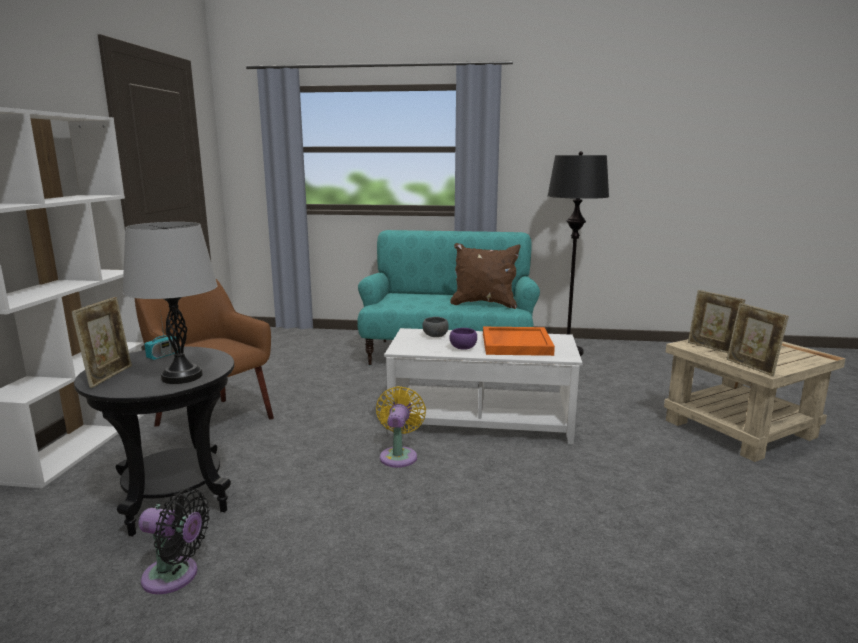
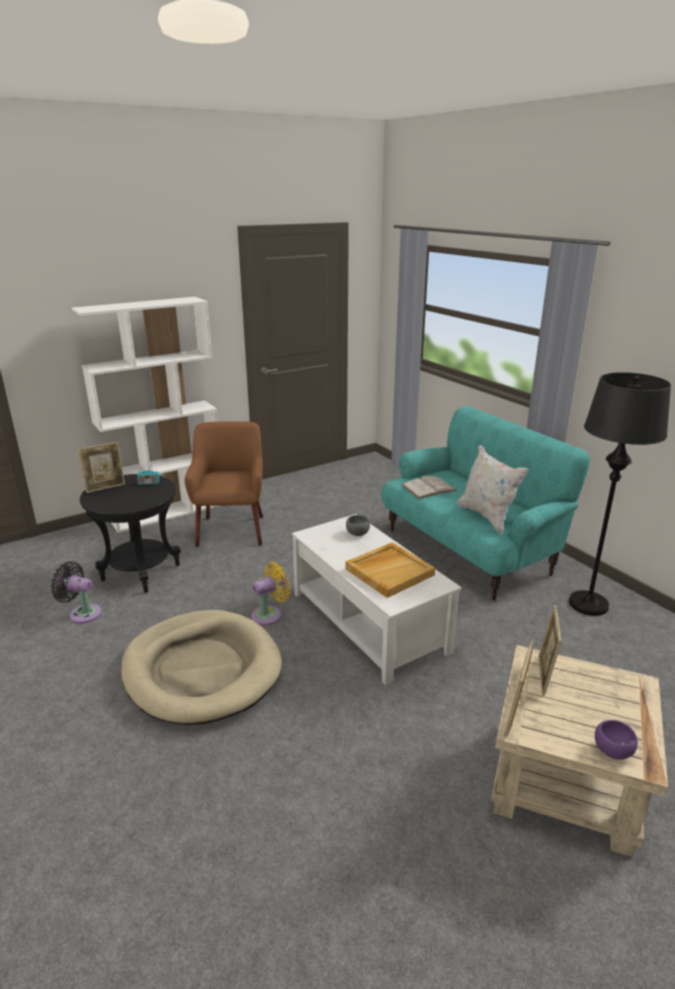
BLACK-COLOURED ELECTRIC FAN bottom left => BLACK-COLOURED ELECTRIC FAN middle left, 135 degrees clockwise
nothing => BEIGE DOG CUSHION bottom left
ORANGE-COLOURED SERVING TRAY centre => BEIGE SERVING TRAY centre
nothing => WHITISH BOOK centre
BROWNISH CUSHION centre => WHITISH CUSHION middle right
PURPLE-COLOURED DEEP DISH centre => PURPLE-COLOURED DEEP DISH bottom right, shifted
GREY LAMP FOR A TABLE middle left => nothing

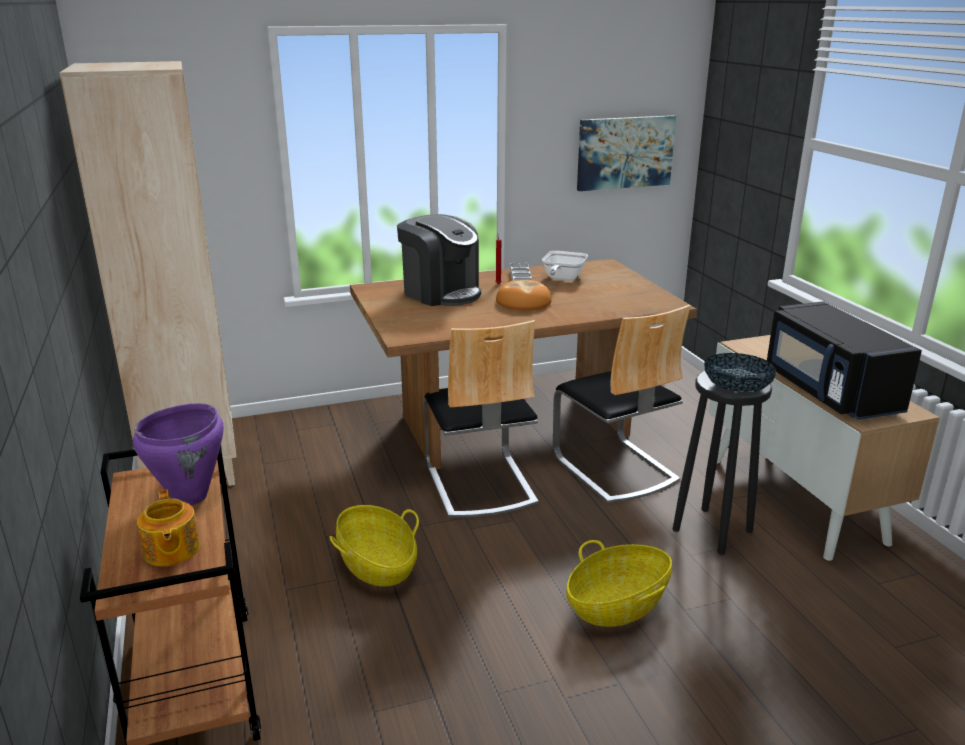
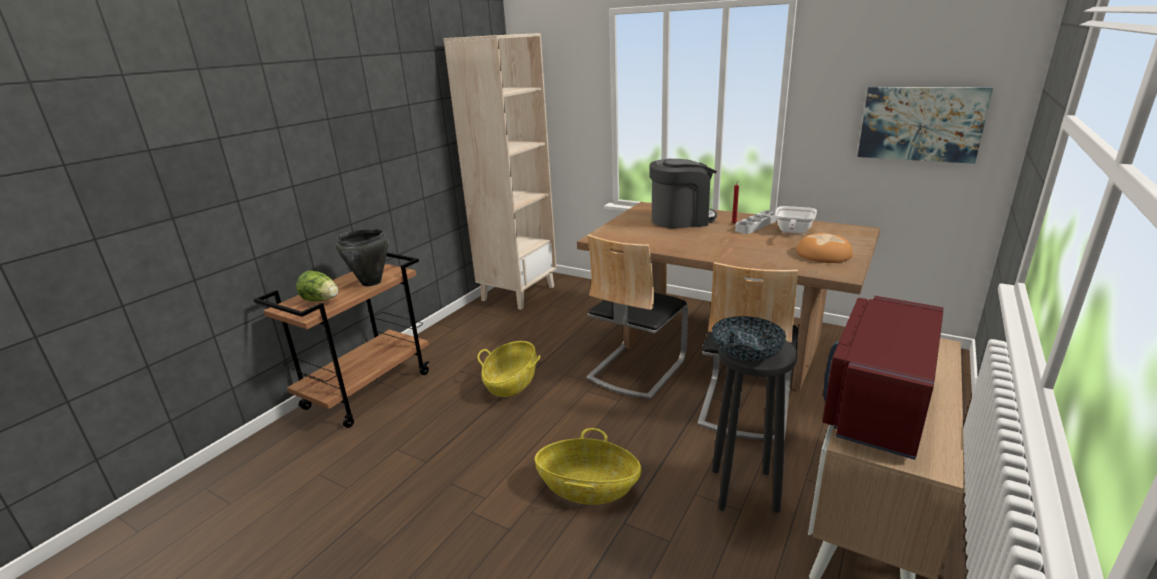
TEA POT bottom left => HEAD OF LETTUCE middle left
PURPLE-COLOURED SAUCEPOT middle left => BLACK-COLOURED SAUCEPOT middle left
COFFEE MACHINE centre, 105 degrees counterclockwise
SKILLET centre => SKILLET middle right, 45 degrees counterclockwise
BAKERY BREAD centre => BAKERY BREAD middle right, shifted
BLACK-COLOURED MICROWAVE middle right => REDDISH MICROWAVE middle right

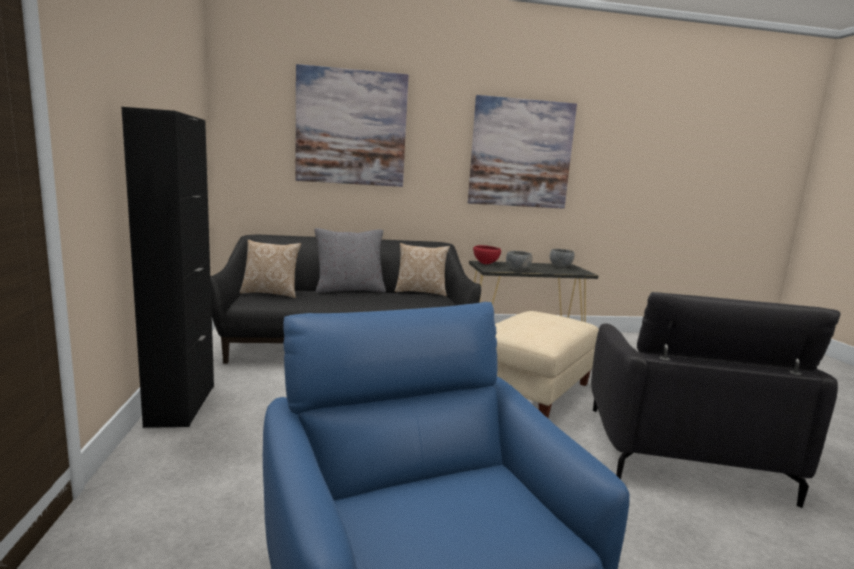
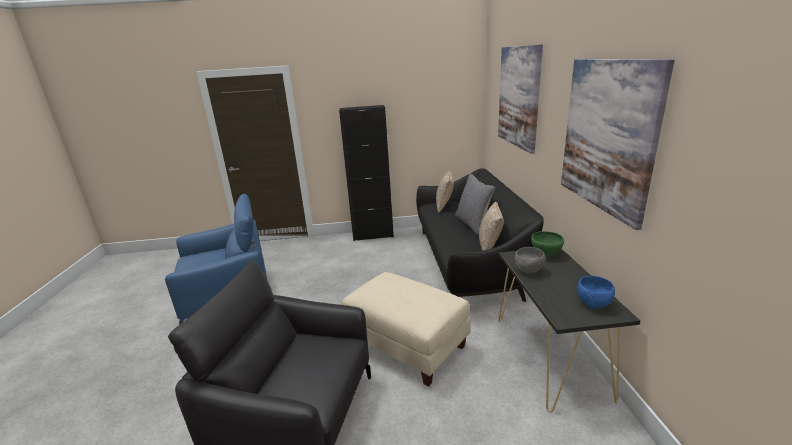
REDDISH DEEP DISH centre => GREENISH DEEP DISH middle right
GREY DEEP DISH (no. 2 from left) centre => BLUE-COLOURED DEEP DISH middle right

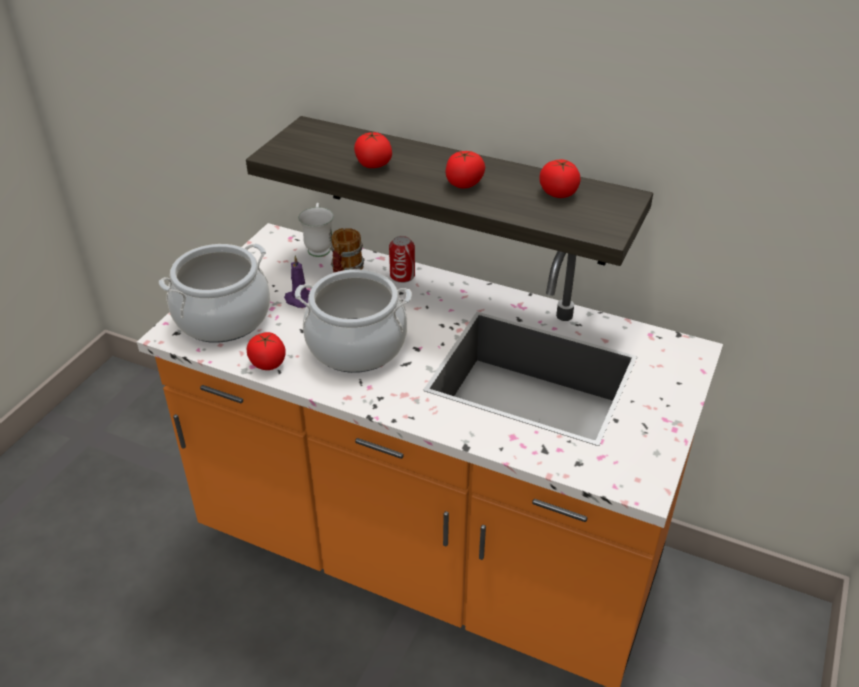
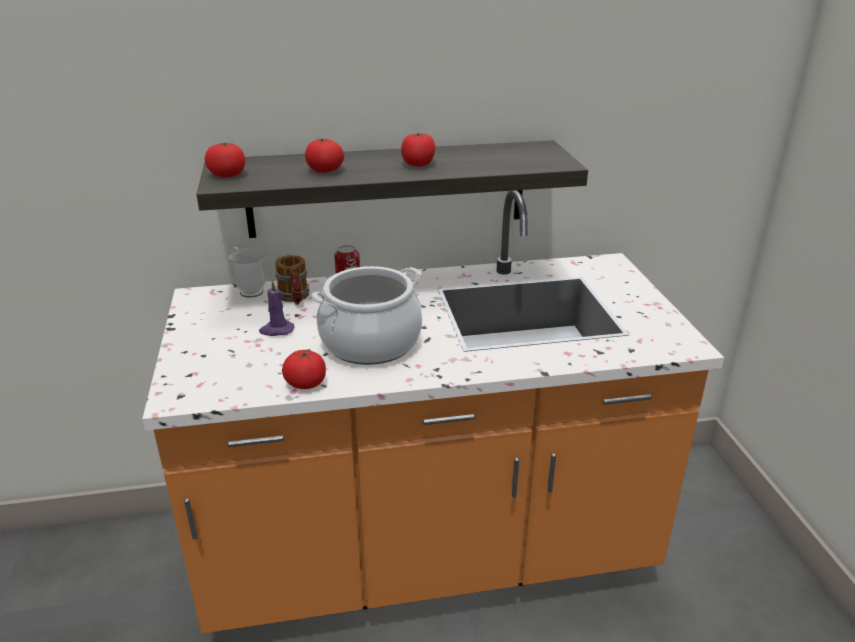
WHOLE TOMATO (no. 4 from left in the first image) top centre => WHOLE TOMATO (no. 1 from left) top left, shifted
SAUCEPOT (no. 1 from left) middle left => nothing

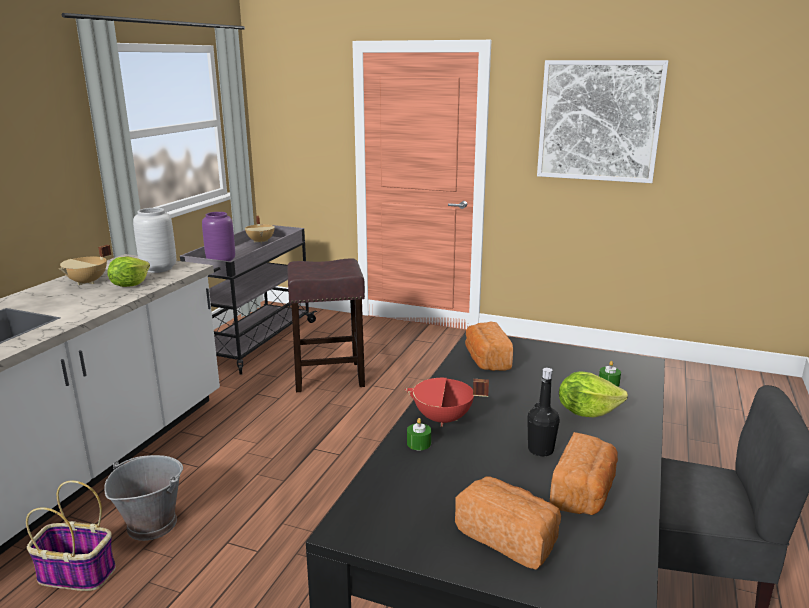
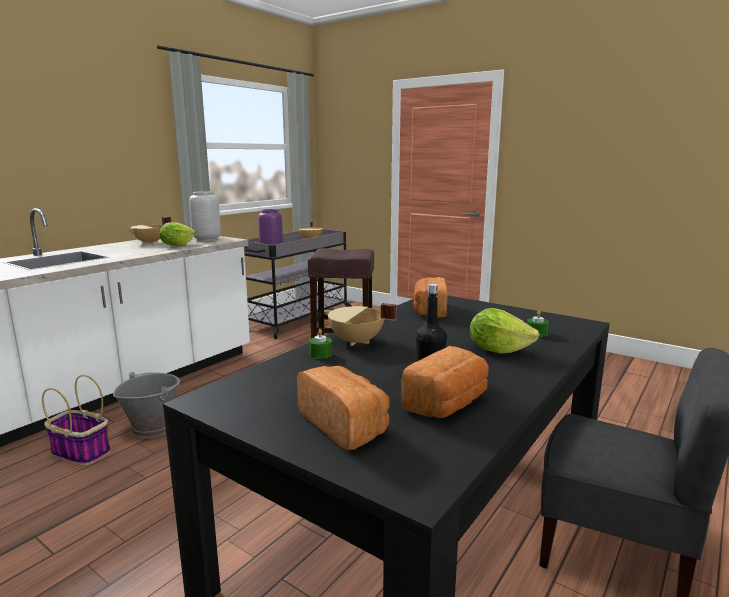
REDDISH SAUCEPOT centre => BEIGE SAUCEPOT (no. 3 from left) centre
WALL PICTURE top right => nothing

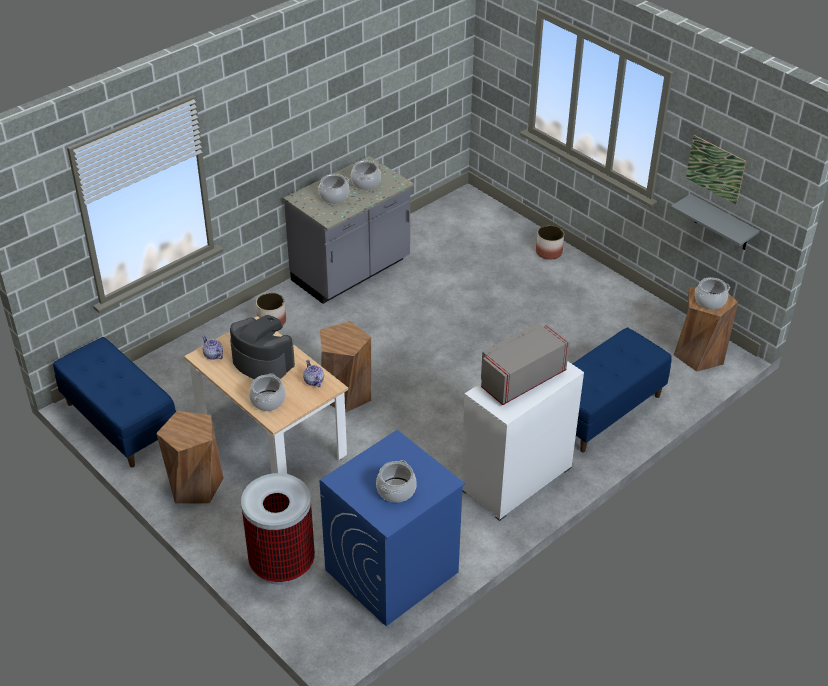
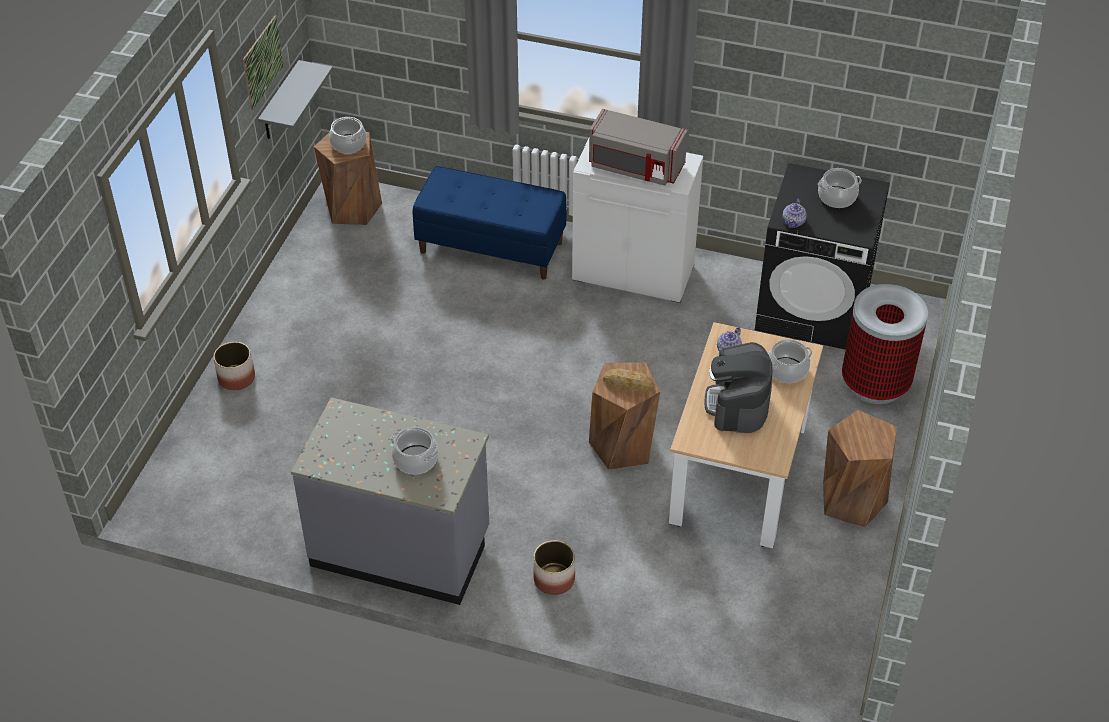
nothing => BAKERY BREAD centre
BLUE-COLOURED LAUNDRY MACHINE bottom centre => BLACK-COLOURED LAUNDRY MACHINE middle right
TEA POT (no. 1 from left in the first image) middle left => TEA POT (no. 2 from left) top right, shifted
BLUE-COLOURED INDOOR BENCH (no. 1 from left) middle left => nothing
SAUCEPOT (no. 3 from left) top centre => nothing

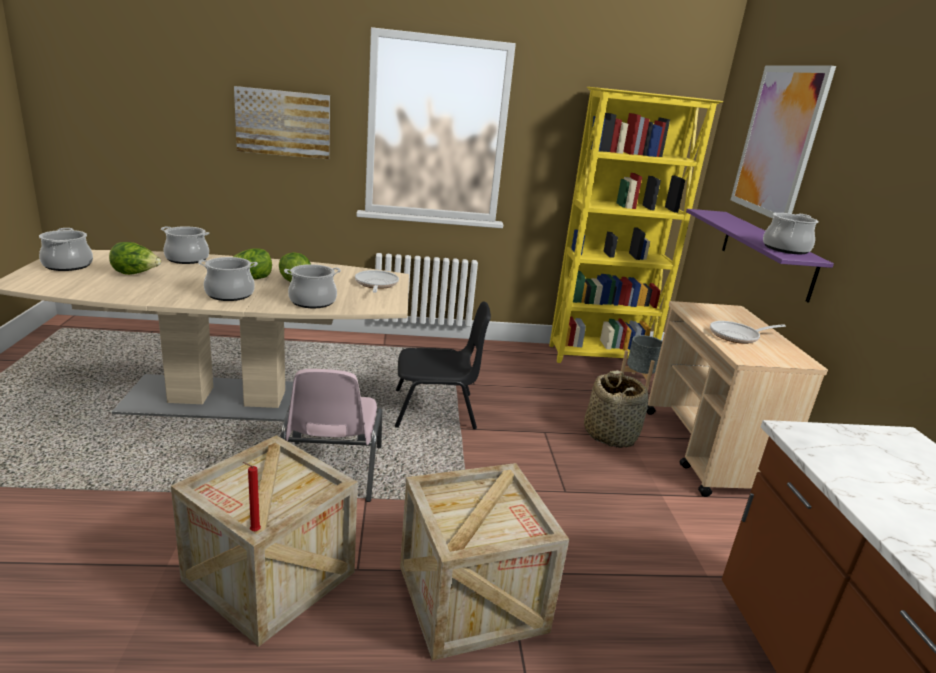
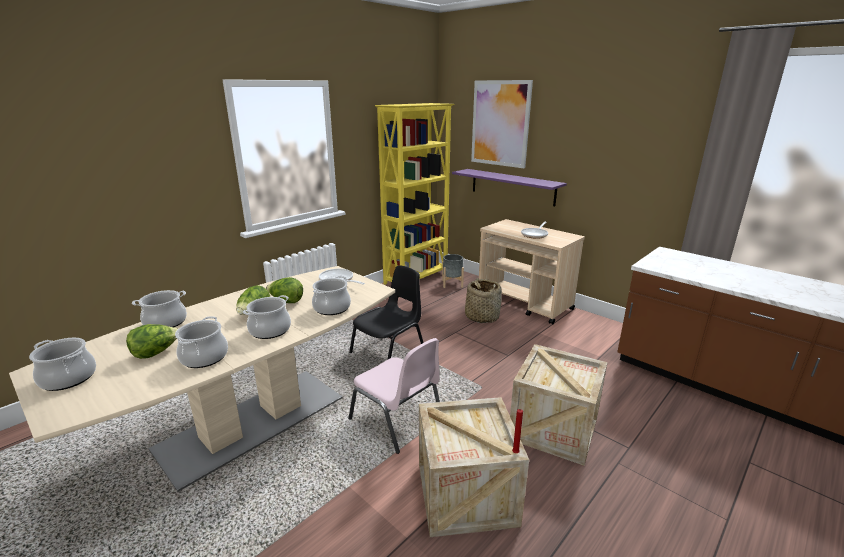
SAUCEPOT (no. 5 from left in the first image) middle right => SAUCEPOT (no. 3 from left) middle left, shifted
WALL PICTURE (no. 1 from left) top left => nothing

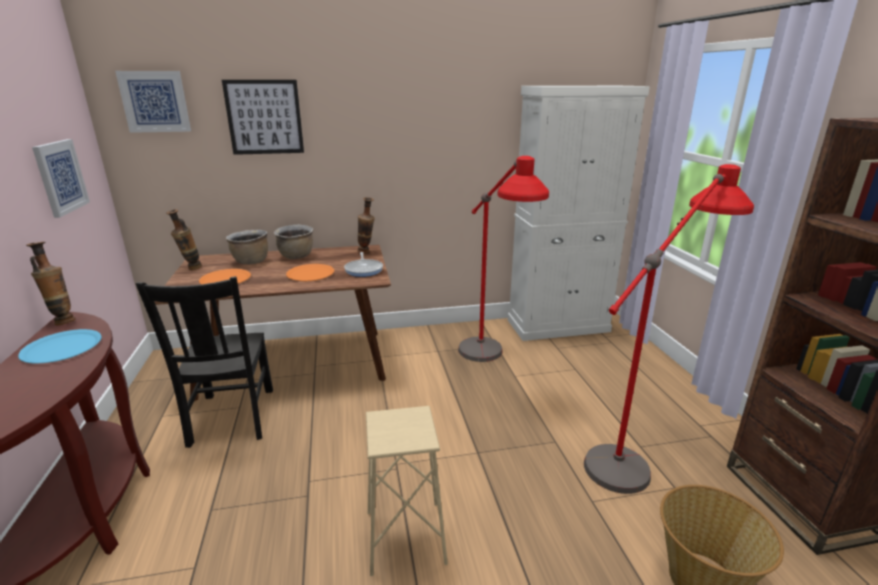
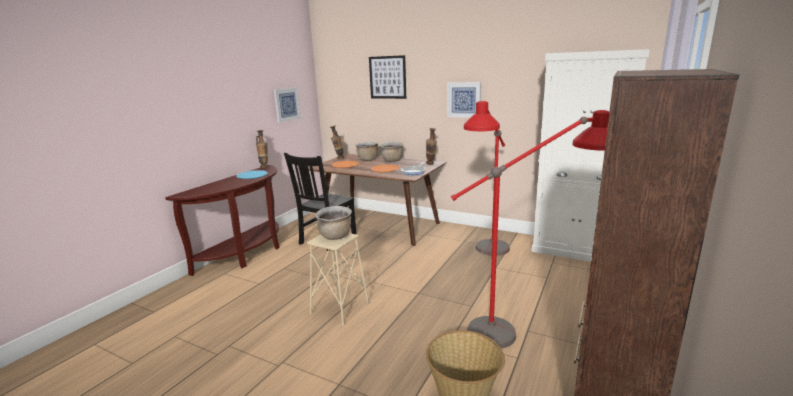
nothing => BROWNISH SAUCEPOT (no. 1 from left) centre
WALL PICTURE (no. 2 from left in the first image) top left => WALL PICTURE (no. 3 from left) top centre, shifted

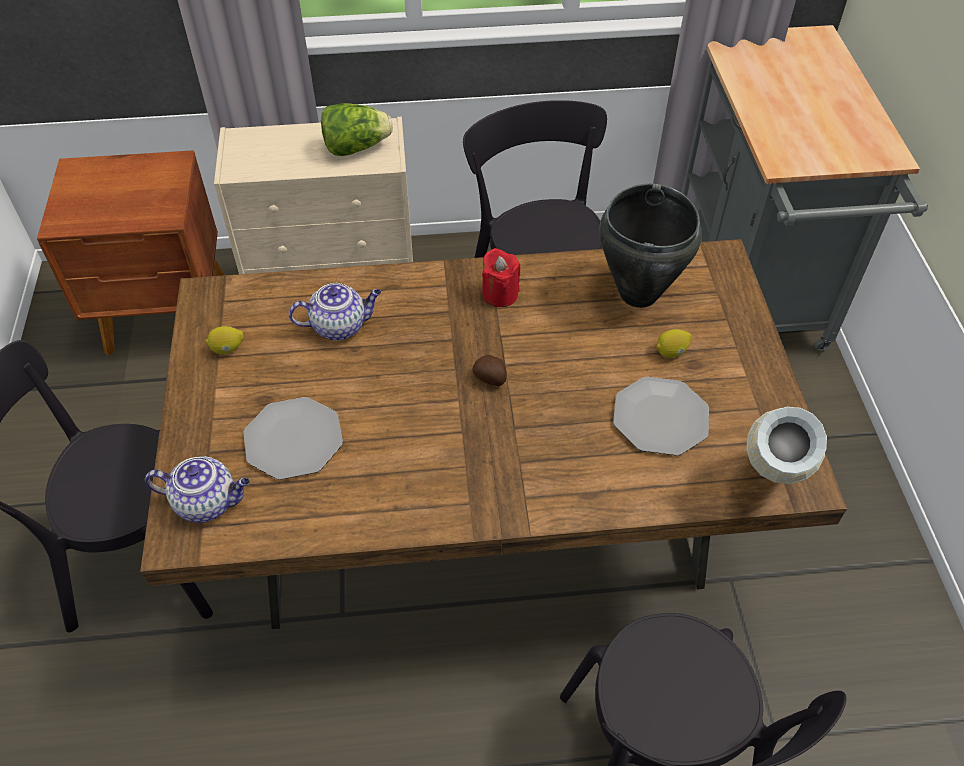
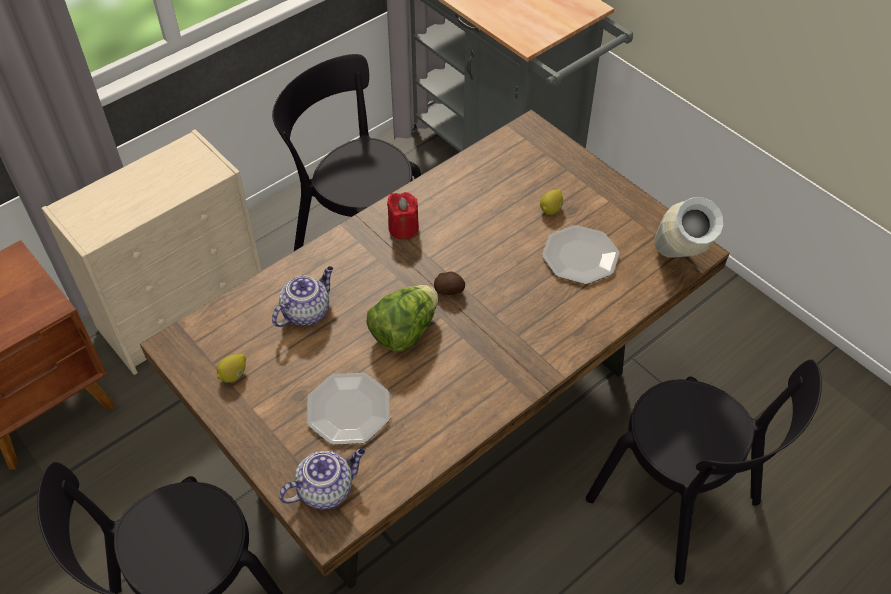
HEAD OF LETTUCE top centre => HEAD OF LETTUCE centre, shifted
BLACK-COLOURED SAUCEPOT top right => nothing

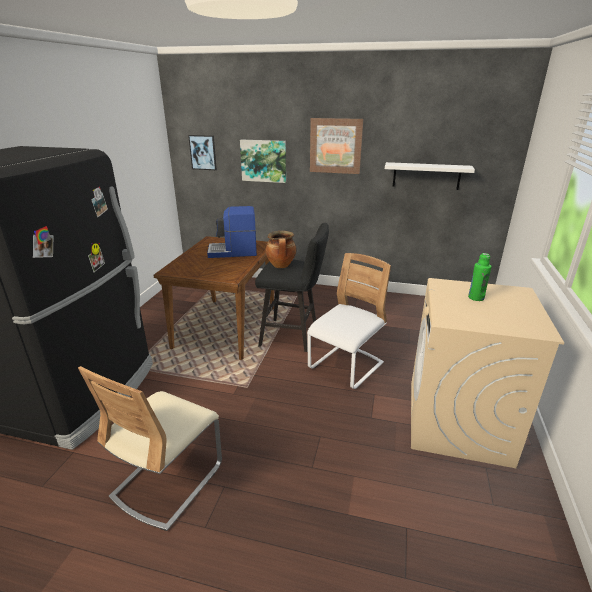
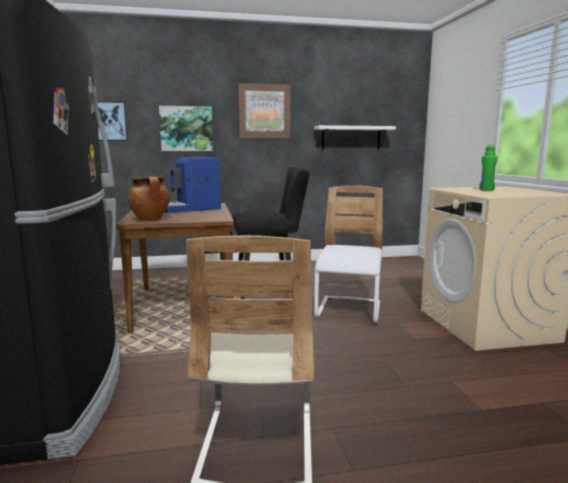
SAUCEPOT centre => SAUCEPOT middle left, shifted

